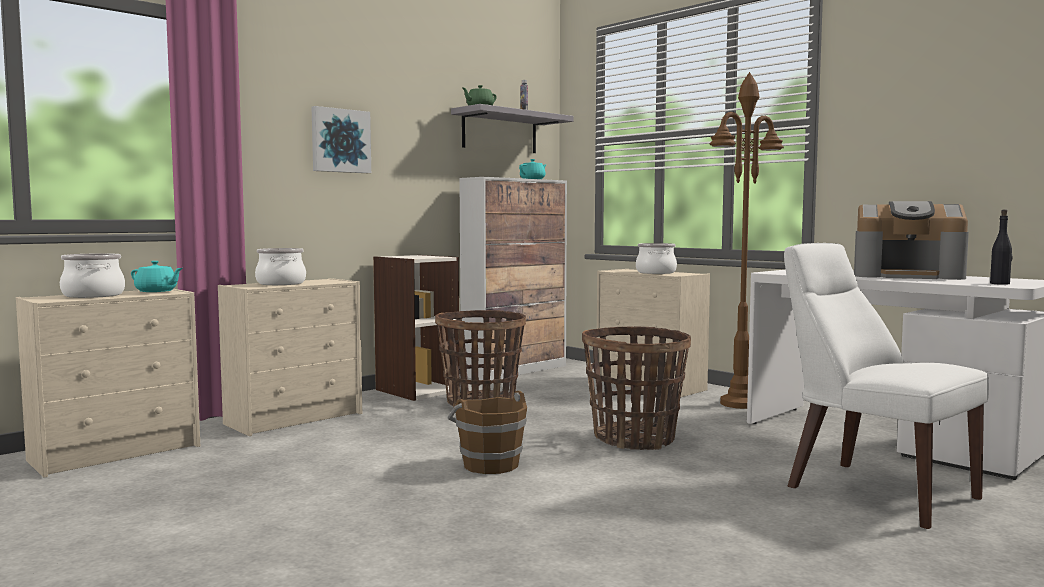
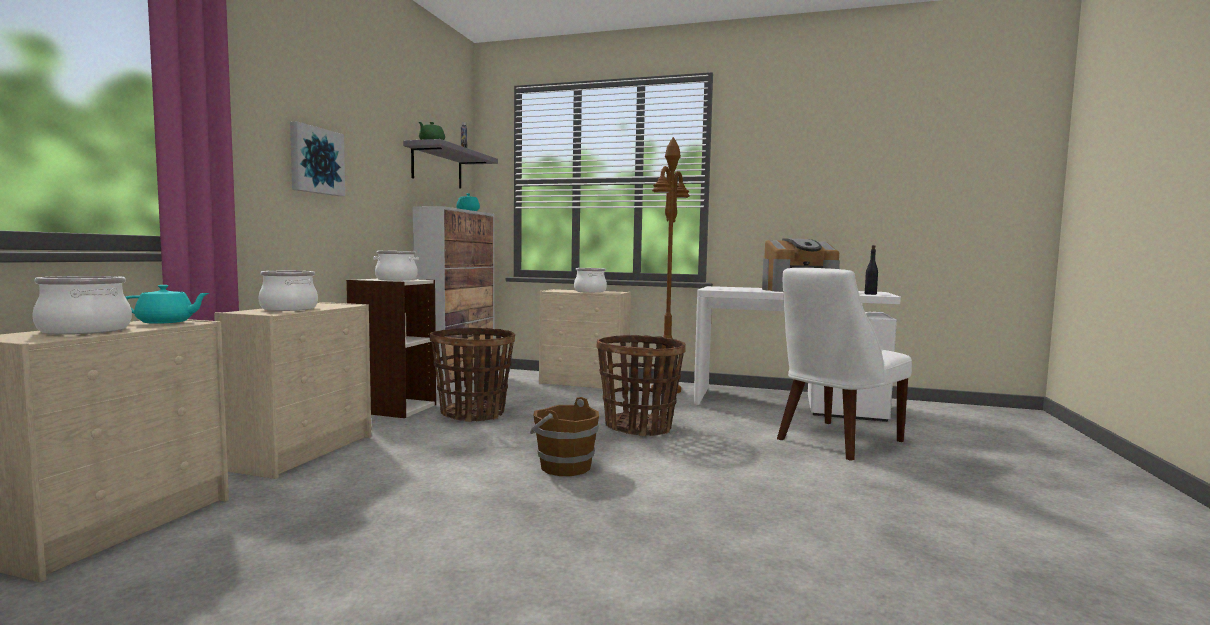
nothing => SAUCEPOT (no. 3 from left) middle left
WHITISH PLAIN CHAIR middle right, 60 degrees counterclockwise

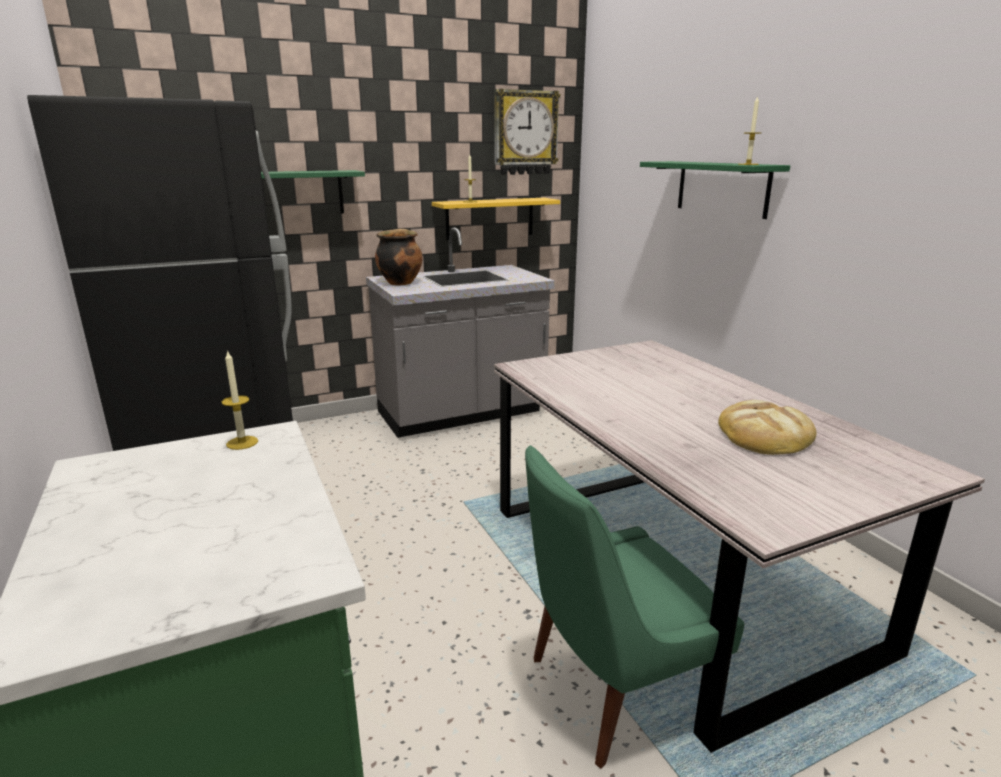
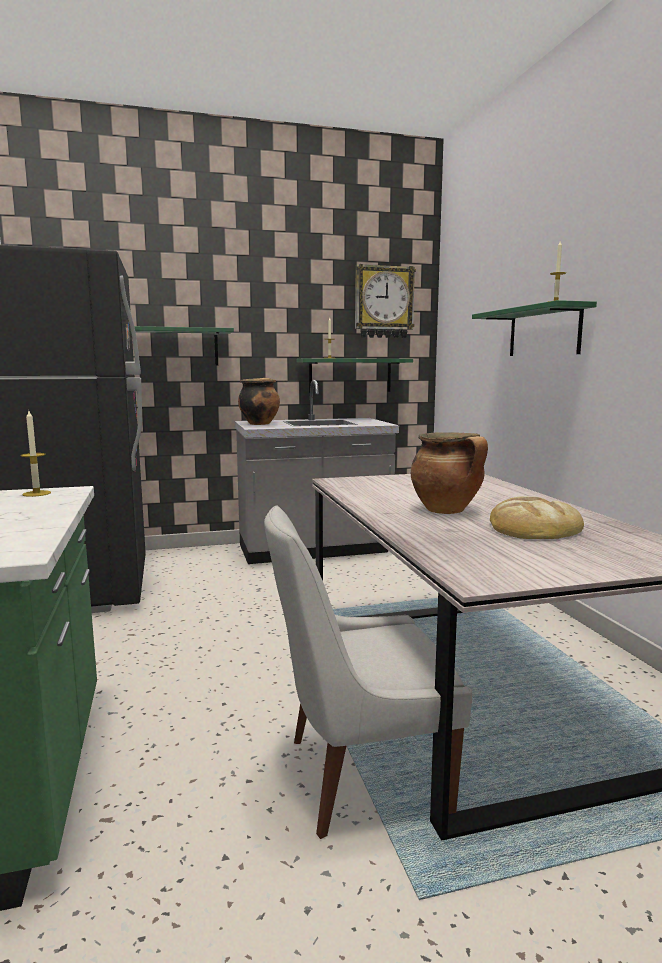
GREENISH PLAIN CHAIR bottom centre => WHITISH PLAIN CHAIR bottom centre
YELLOW-COLOURED WALL SHELF top centre => GREENISH WALL SHELF (no. 2 from left) centre
nothing => SAUCEPOT (no. 2 from left) middle right

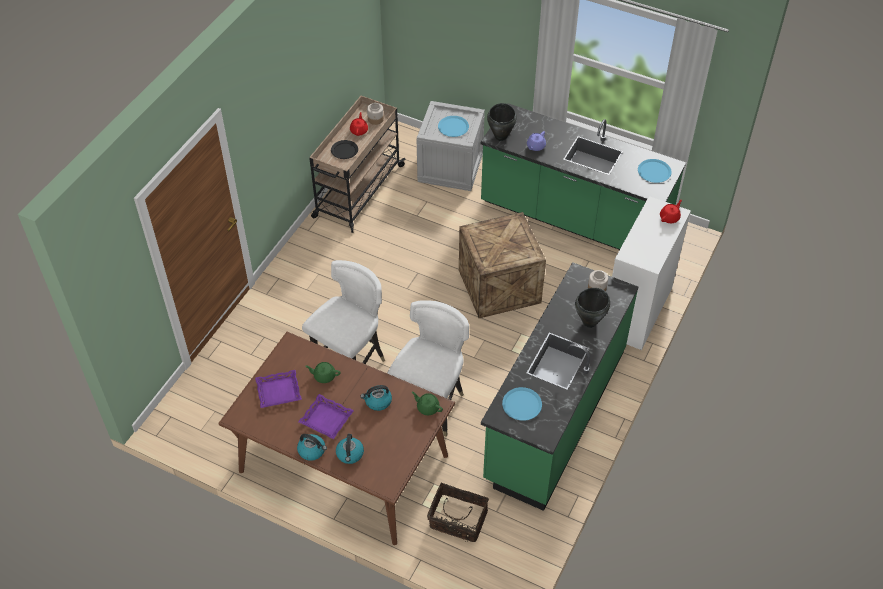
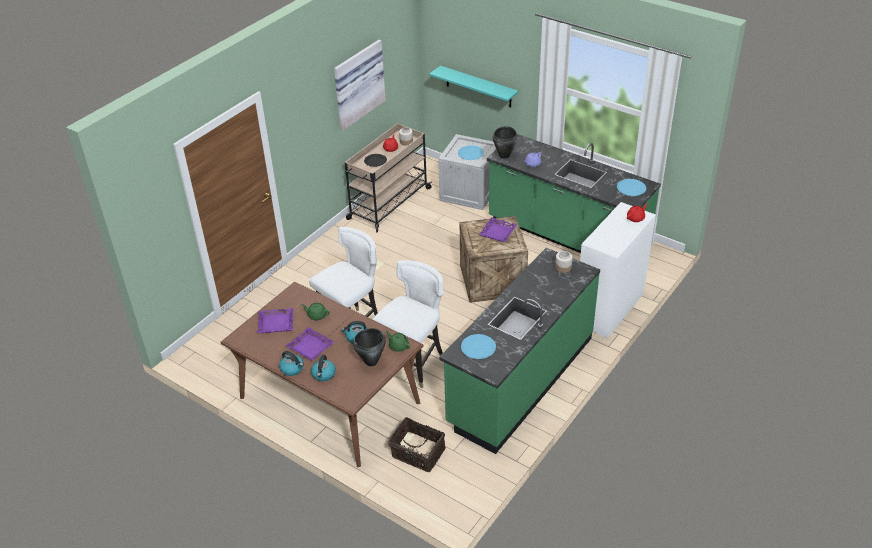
nothing => WALL PICTURE top centre
BLACK-COLOURED SAUCEPOT (no. 2 from left in the first image) middle right => BLACK-COLOURED SAUCEPOT (no. 1 from left) centre, shifted
nothing => BLUE-GREEN WALL SHELF top centre
nothing => PURPLE-COLOURED SERVING TRAY (no. 3 from left) centre

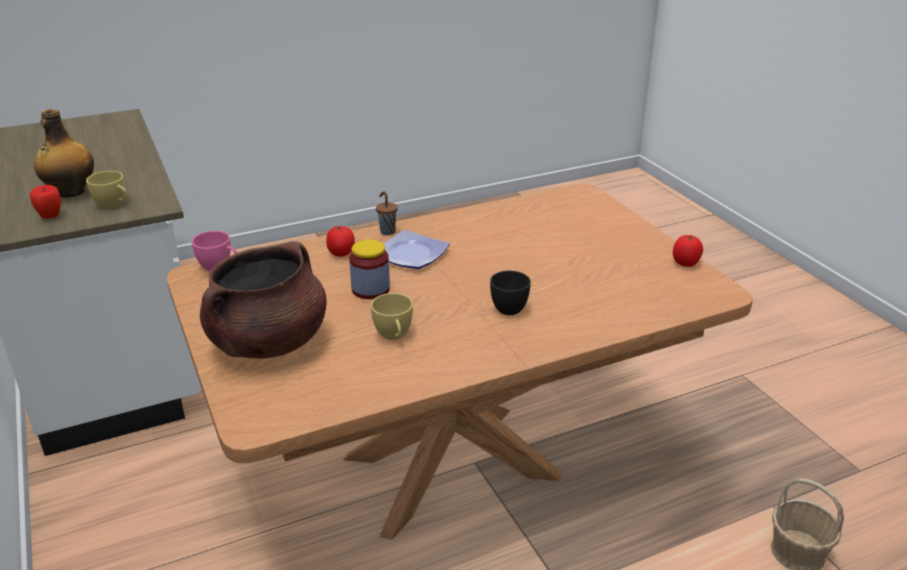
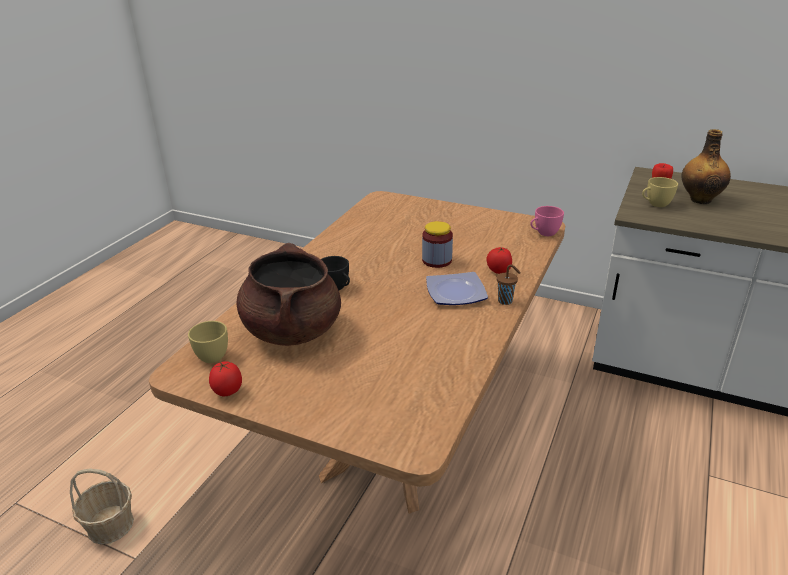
YELLOW-COLOURED CUP (no. 2 from left in the first image) centre => YELLOW-COLOURED CUP (no. 1 from left) middle left, shifted
BROWNISH SAUCEPOT middle left => BROWNISH SAUCEPOT centre, shifted

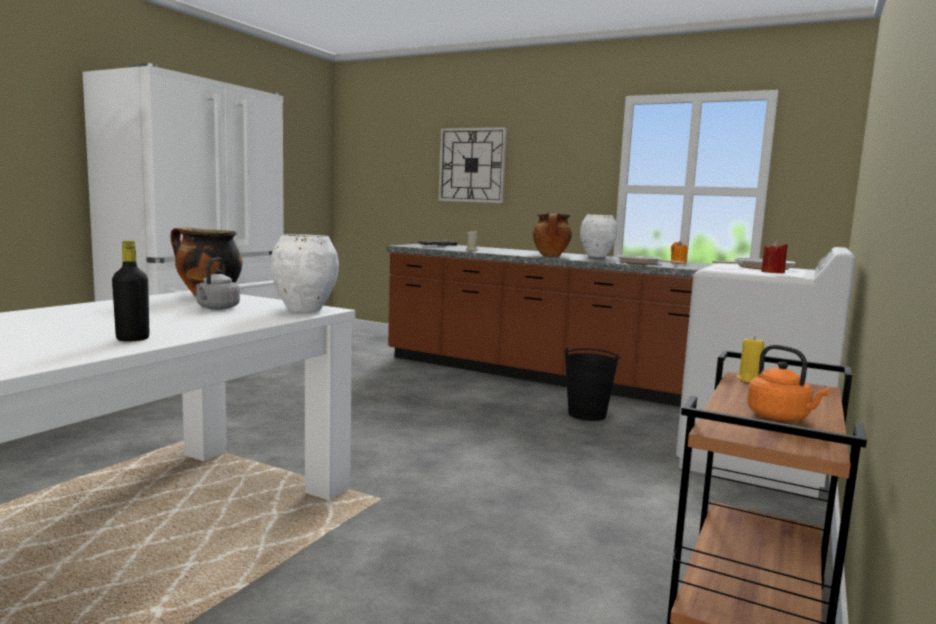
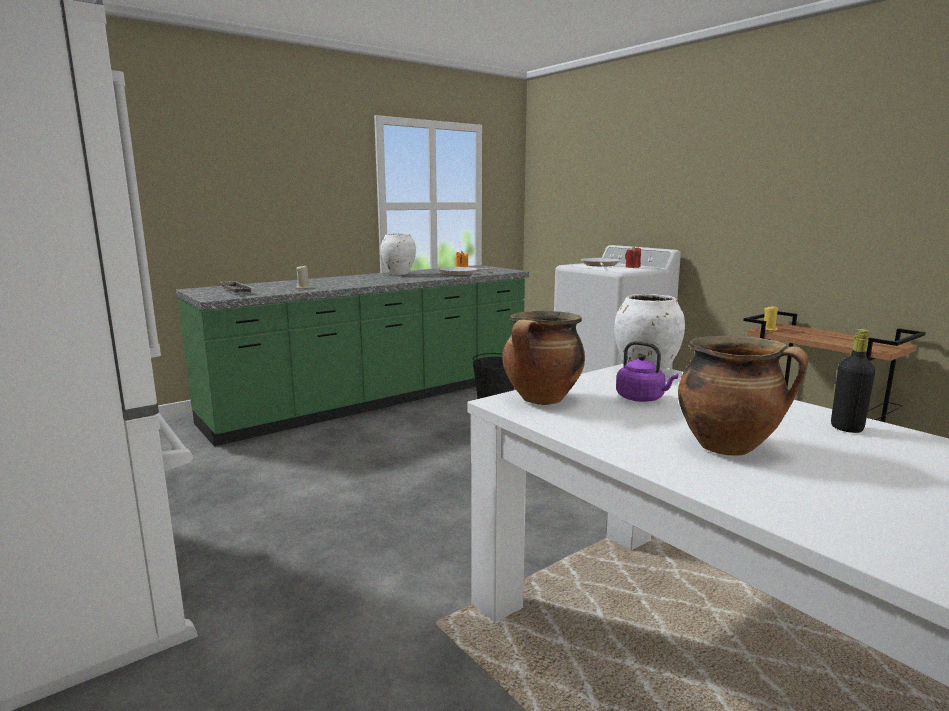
BROWNISH KITCHEN BASE UNIT centre => GREENISH KITCHEN BASE UNIT centre
GREY WATER KETTLE middle left => PURPLE-COLOURED WATER KETTLE middle right
SAUCEPOT (no. 2 from left) centre => SAUCEPOT (no. 2 from left) middle right, shifted
CLOCK ON THE WALL top centre => nothing
ORANGE-COLOURED WATER KETTLE middle right => nothing

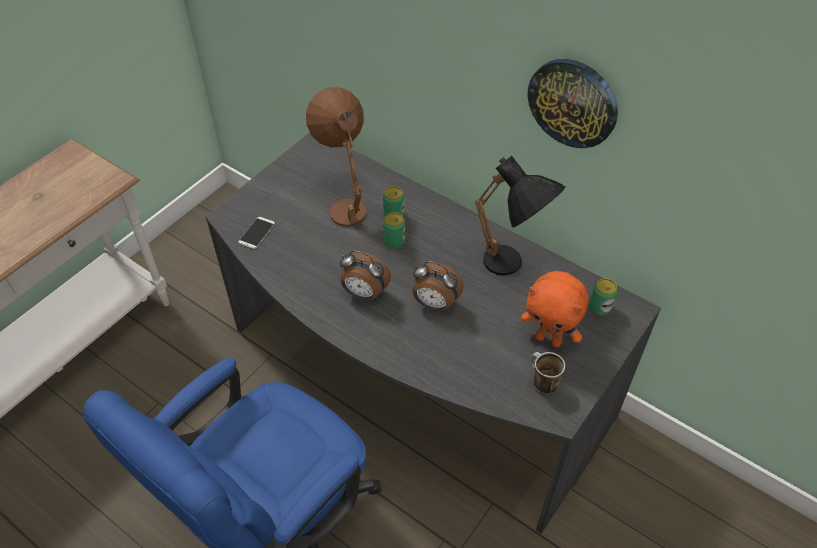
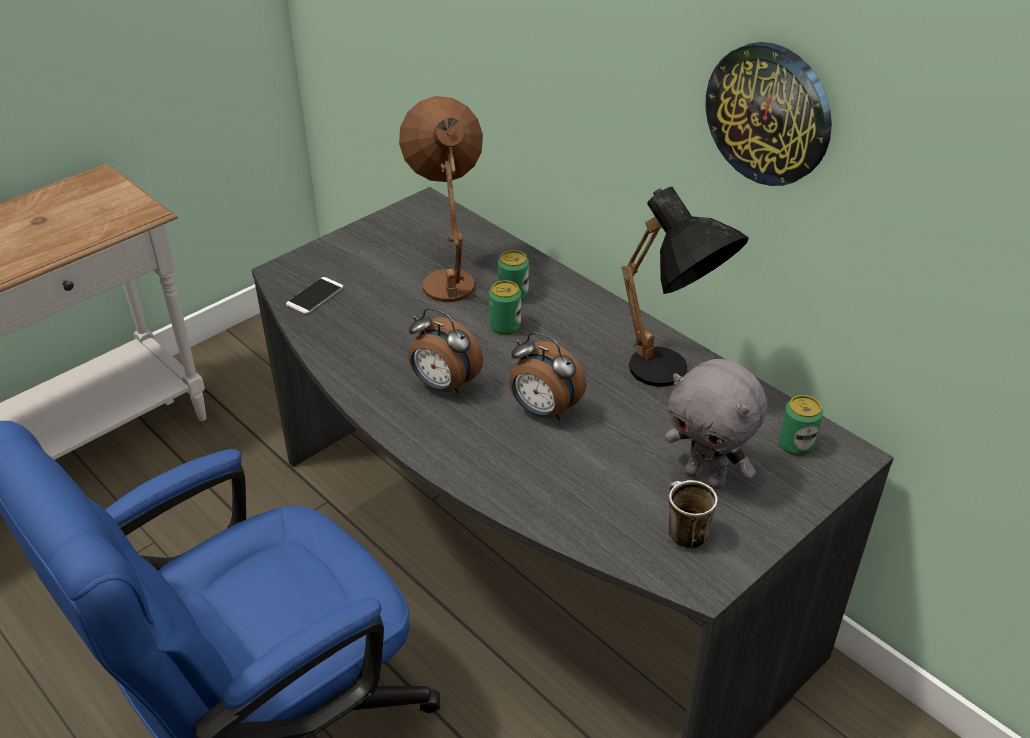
ORANGE-COLOURED SOFT TOY middle right => GREY SOFT TOY middle right

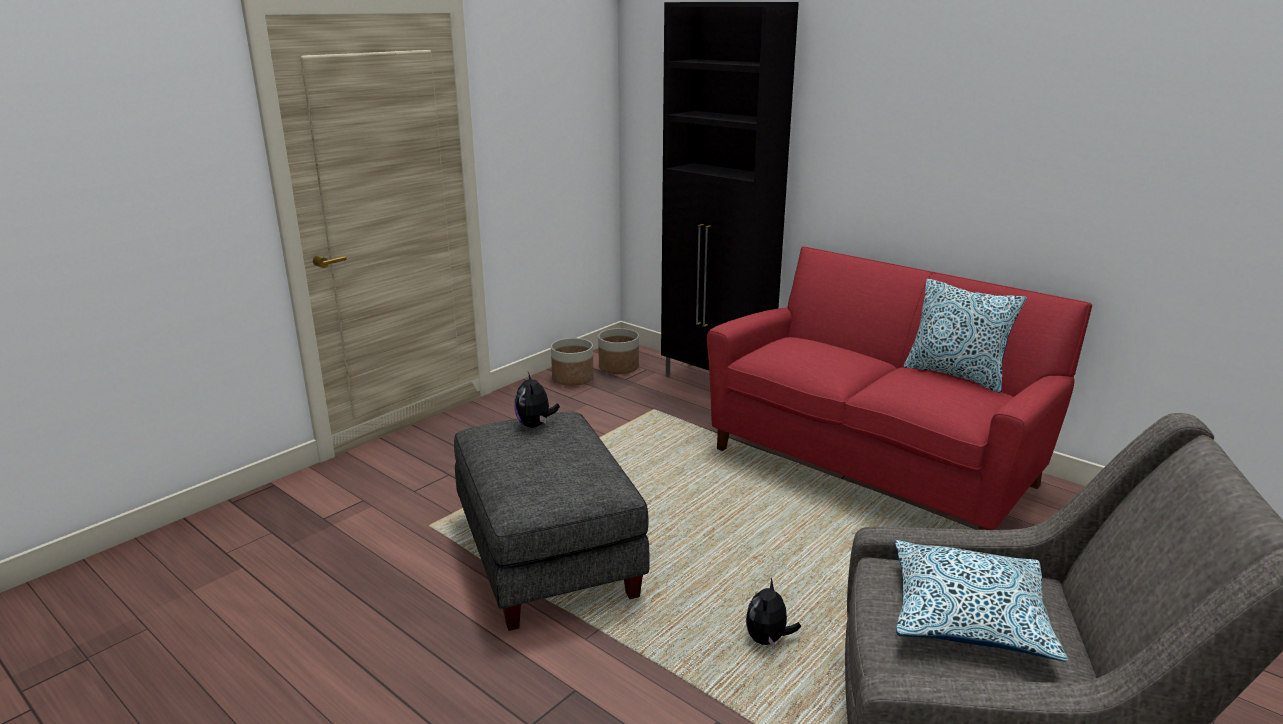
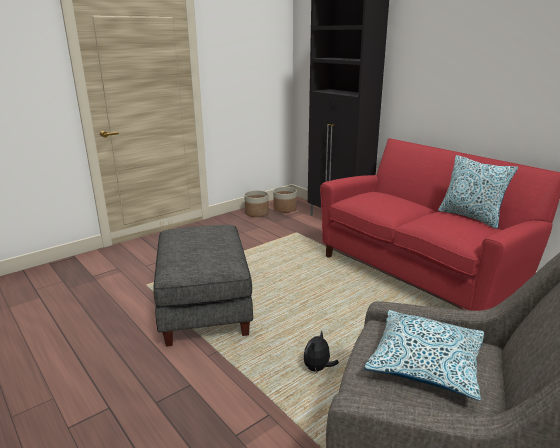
SOFT TOY (no. 1 from left) centre => nothing

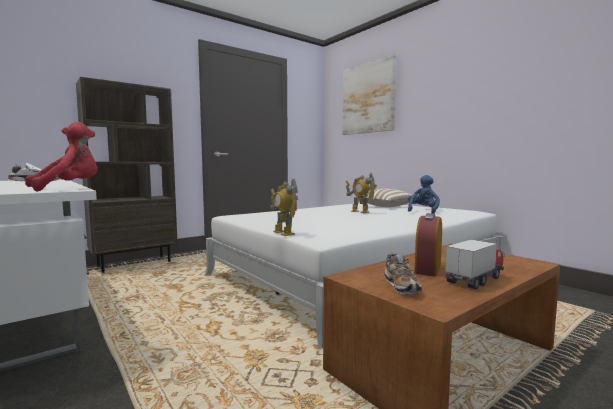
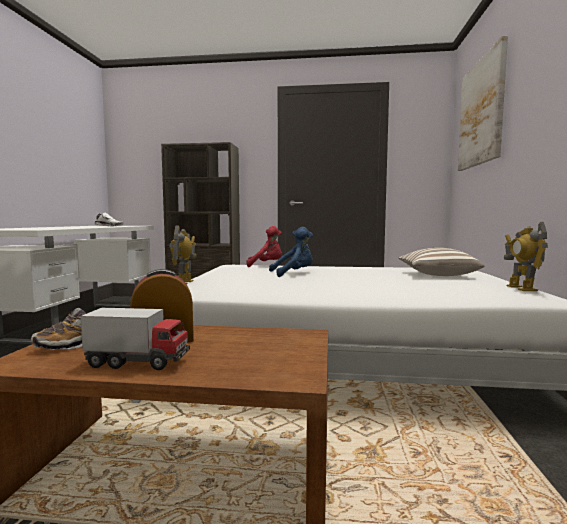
REDDISH SOFT TOY middle left => REDDISH SOFT TOY centre, shifted
BLUE-COLOURED SOFT TOY middle right => BLUE-COLOURED SOFT TOY centre, shifted
ROBOT FIGURE (no. 2 from left) centre => ROBOT FIGURE (no. 2 from left) middle right, shifted

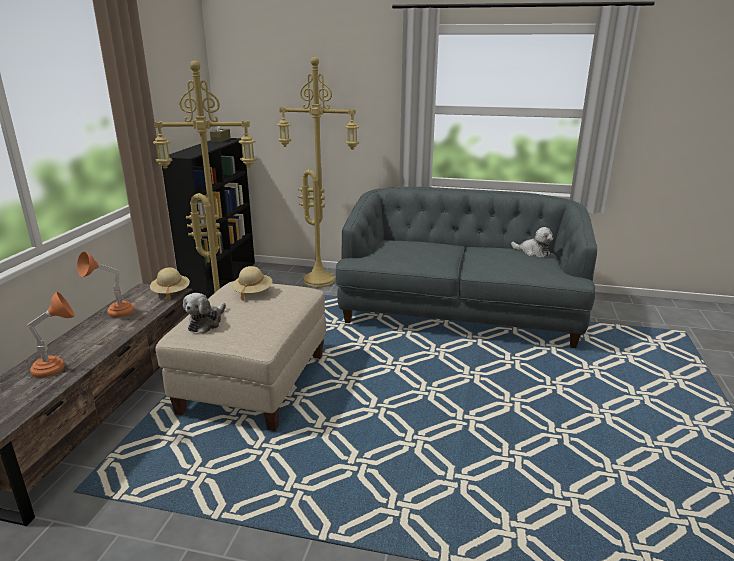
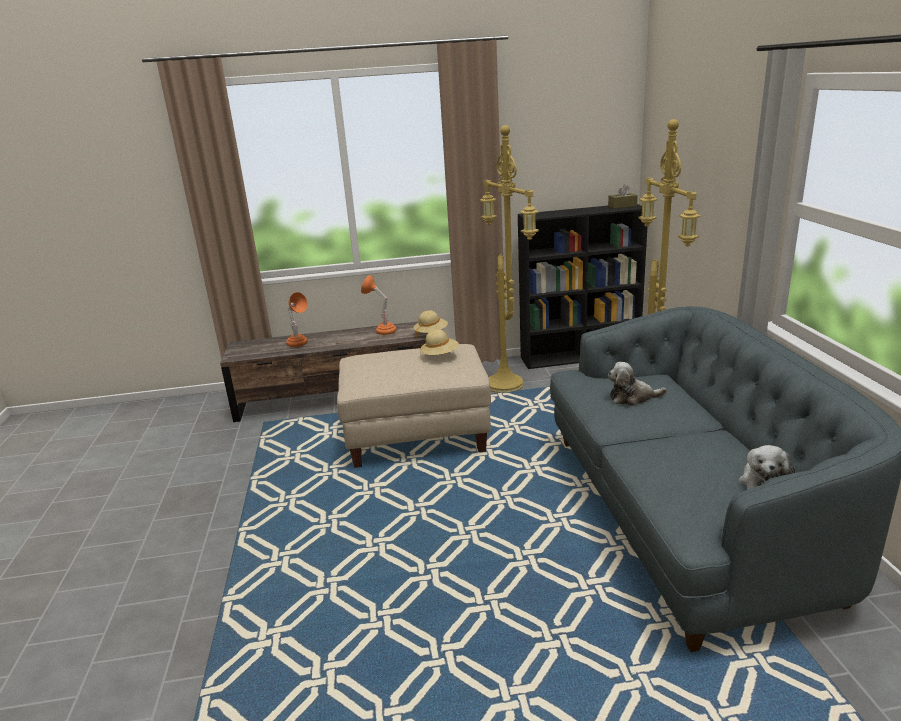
SOFT TOY (no. 1 from left) middle left => SOFT TOY (no. 1 from left) middle right, shifted

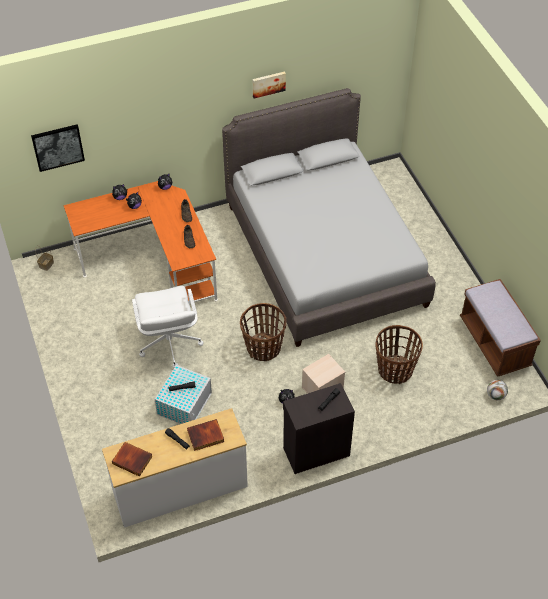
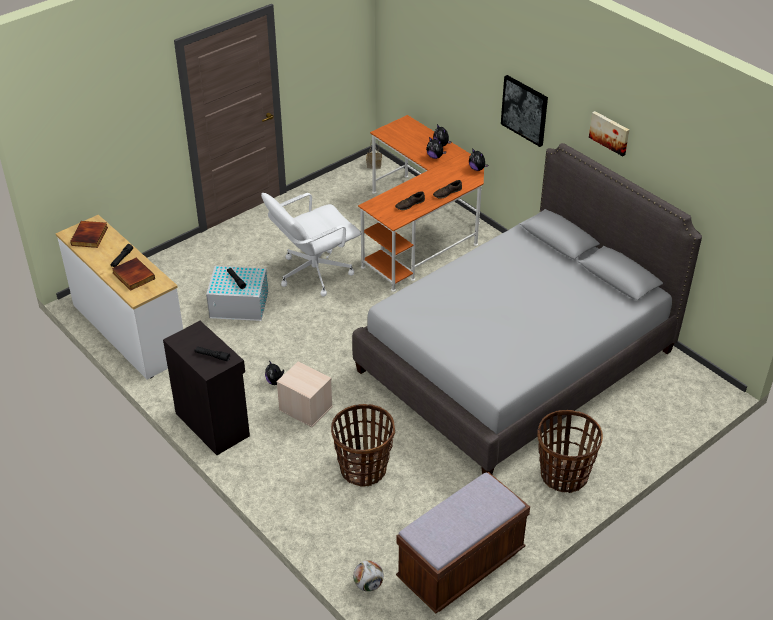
WALL PICTURE (no. 1 from left) top left => WALL PICTURE (no. 1 from left) top right, shifted
STORAGE BASKET (no. 2 from left in the first image) centre => STORAGE BASKET (no. 3 from left) bottom right, shifted

